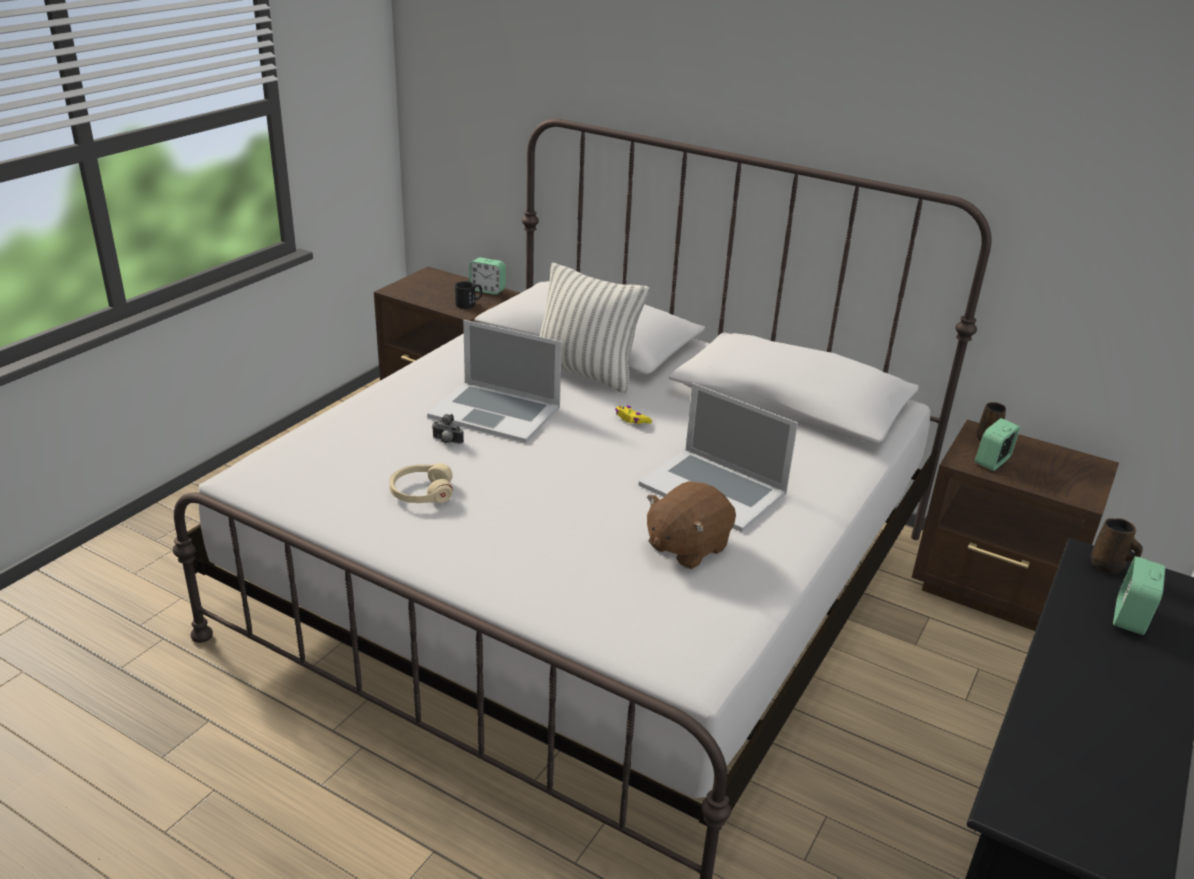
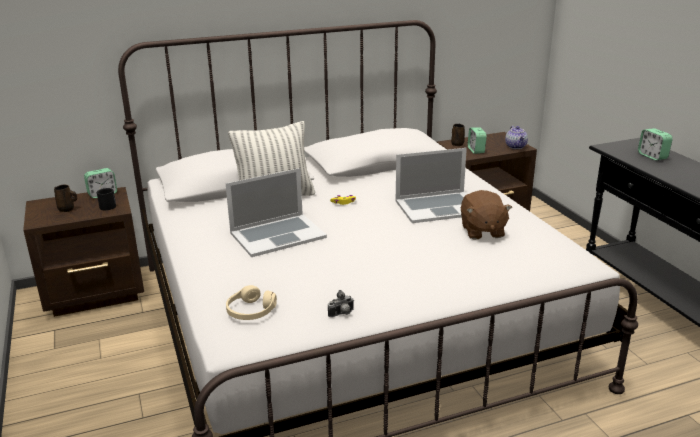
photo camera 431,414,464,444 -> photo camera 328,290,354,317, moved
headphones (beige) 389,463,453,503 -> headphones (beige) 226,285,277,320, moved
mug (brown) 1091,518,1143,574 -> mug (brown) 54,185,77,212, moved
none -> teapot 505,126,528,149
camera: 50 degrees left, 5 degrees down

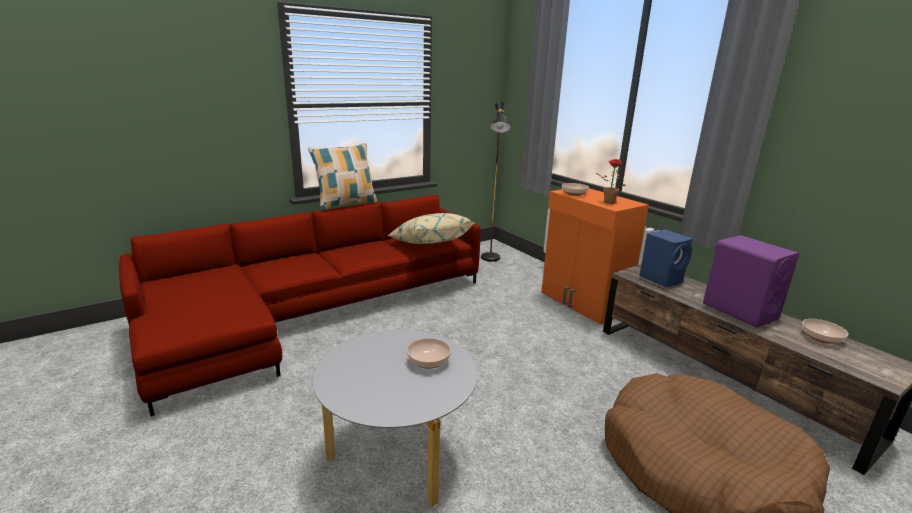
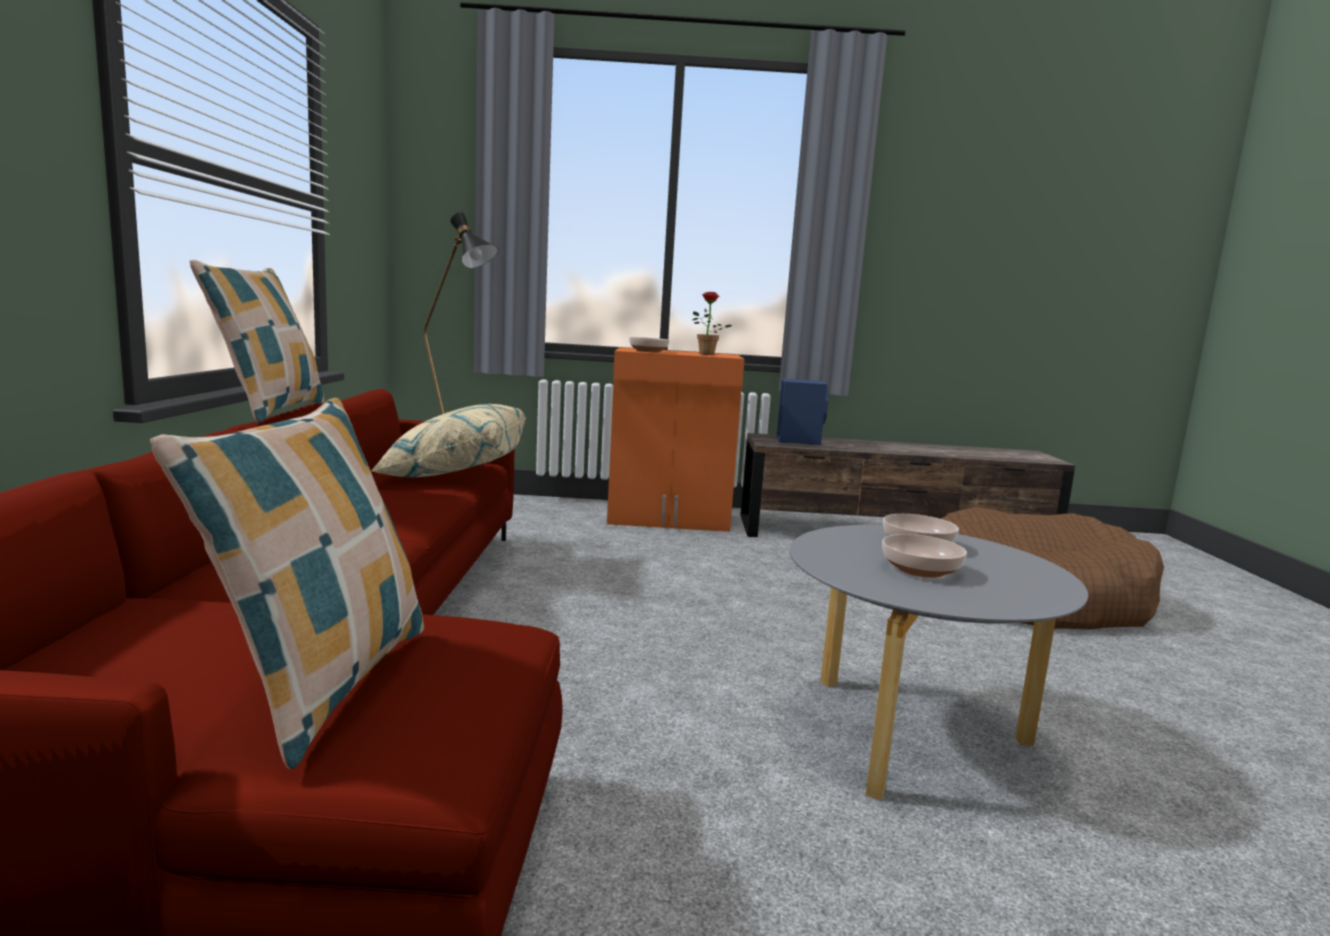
speaker (purple) 703,235,799,328 -> none
bowl 802,319,848,344 -> bowl 882,534,967,578, moved
none -> pillow 150,398,424,769
camera: 55 degrees left, 10 degrees down

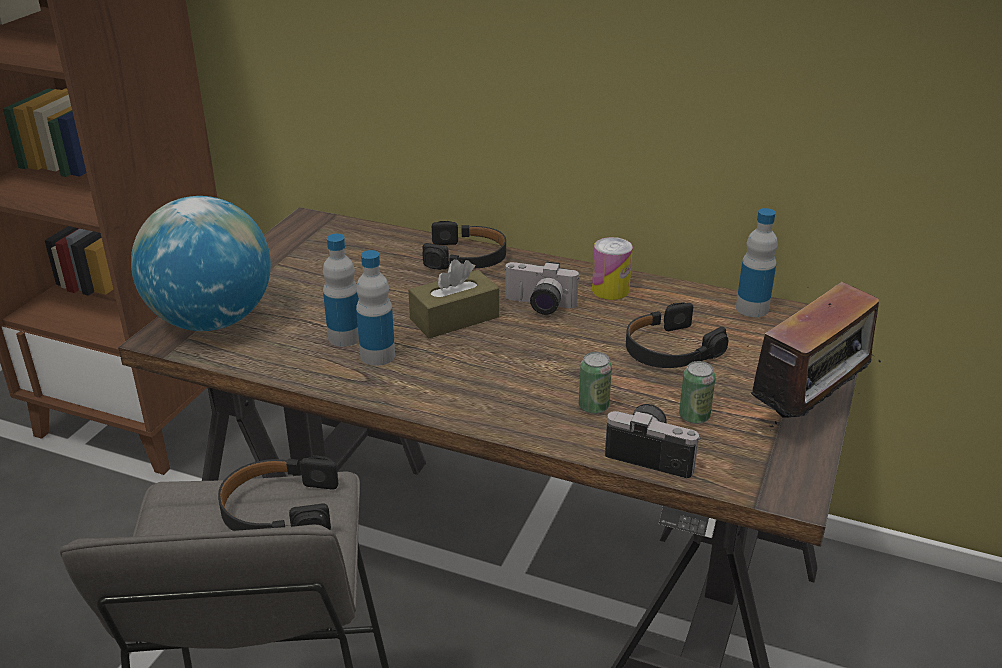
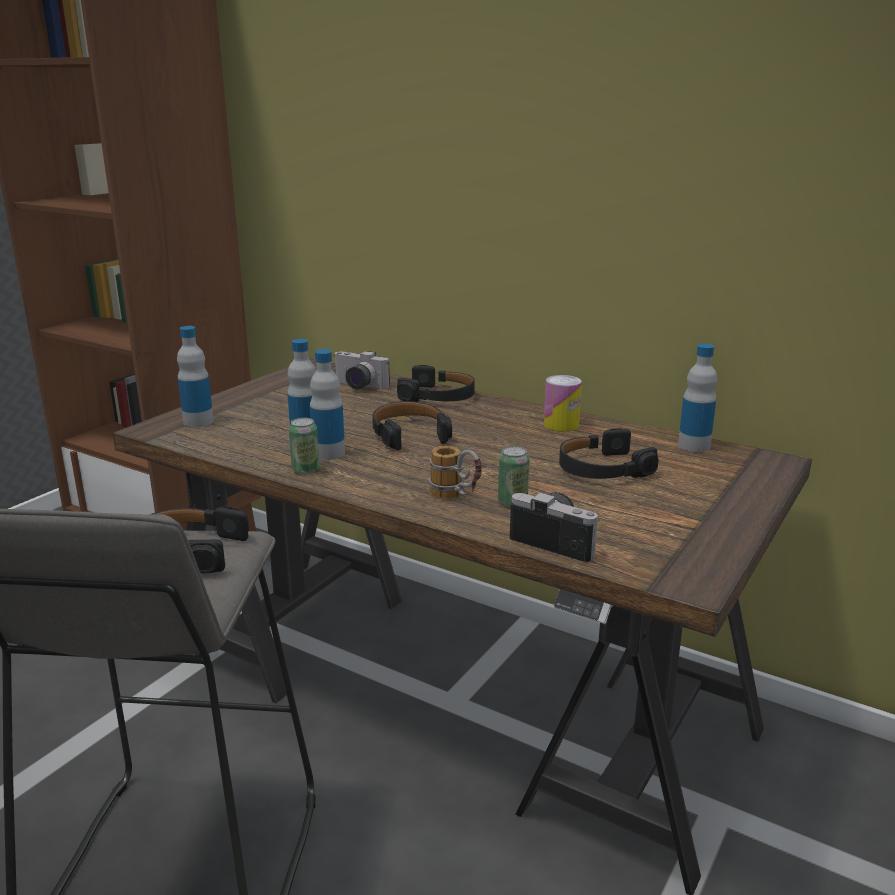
globe 131,196,271,331 -> bottle 177,326,214,427
tissue box (brown) 408,259,499,338 -> headphones (black) 372,401,452,450
photo camera 504,261,579,315 -> photo camera 333,351,390,390, moved
radio 747,282,881,431 -> none
can 679,361,716,424 -> can 289,418,319,474, moved
none -> mug 429,446,482,500
camera: 10 degrees right, 10 degrees down

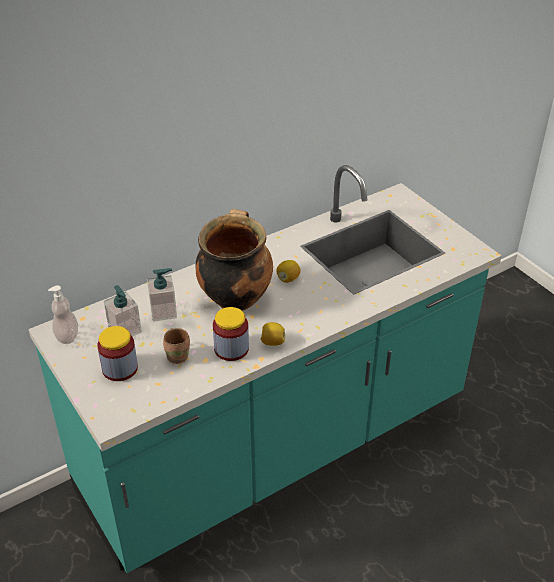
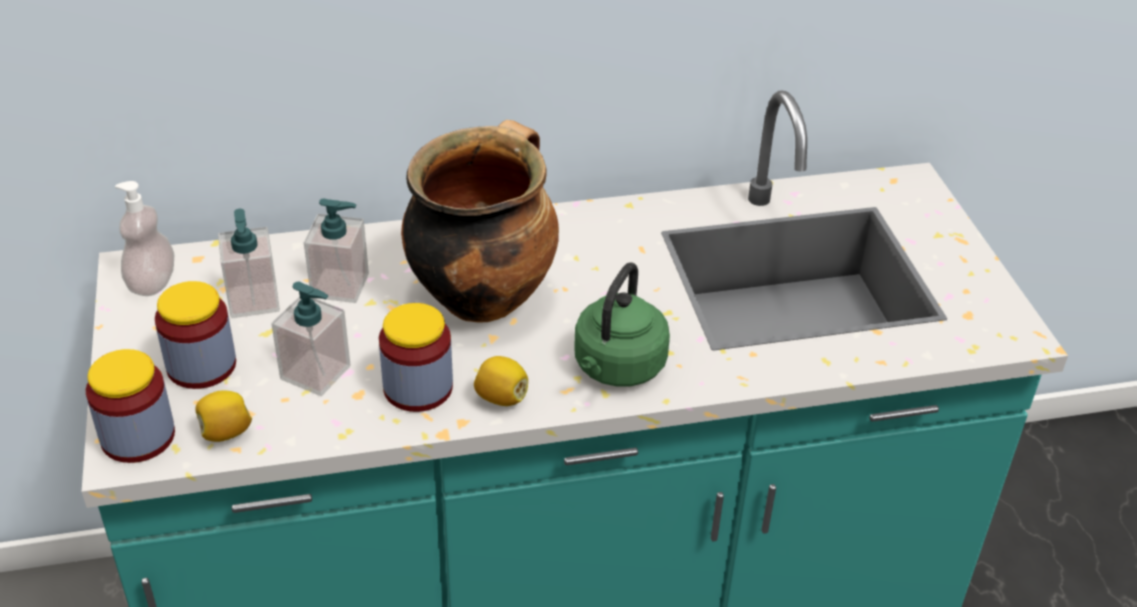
lemon 276,260,301,283 -> lemon 195,390,252,442, moved
mug (brown) 163,328,190,364 -> soap dispenser 271,282,350,396
none -> kettle (green) 574,262,670,387
none -> jar 86,349,175,463
camera: 20 degrees right, 0 degrees up

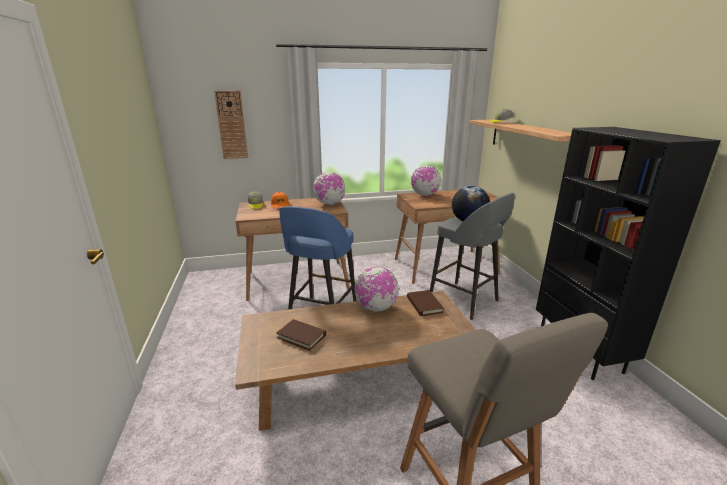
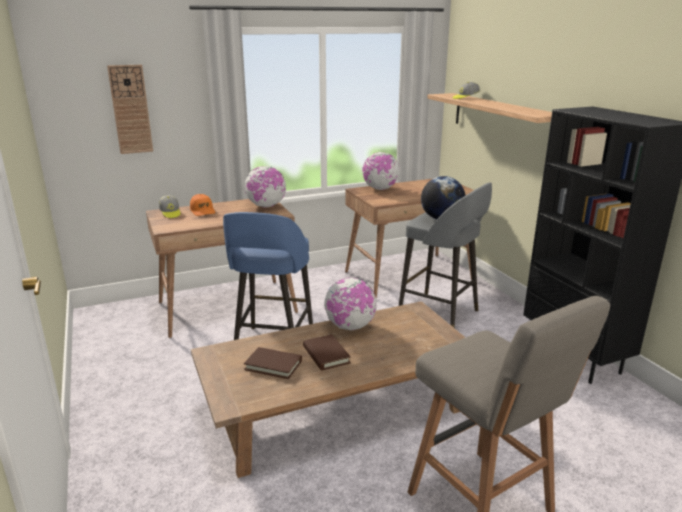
book (brown) 407,290,444,316 -> book (brown) 303,334,351,370, moved
camera: 10 degrees left, 0 degrees up

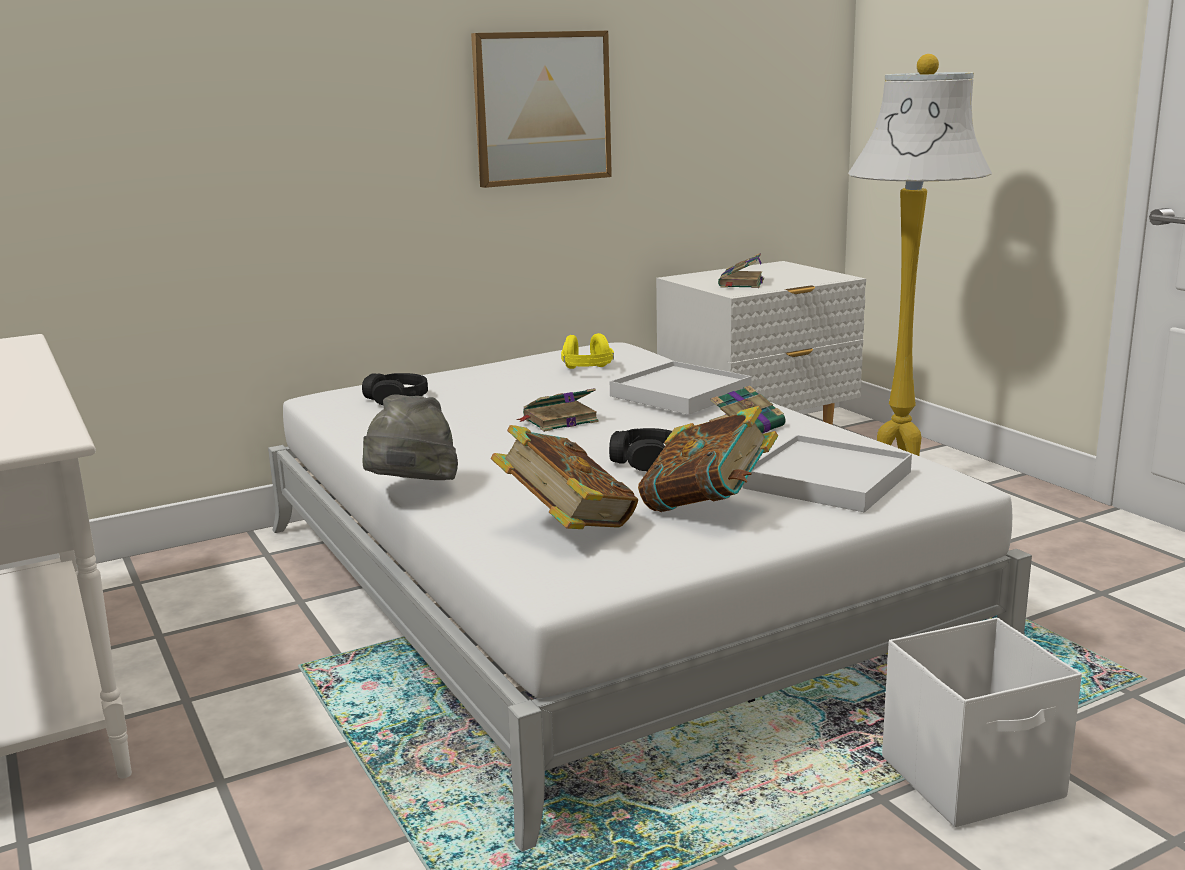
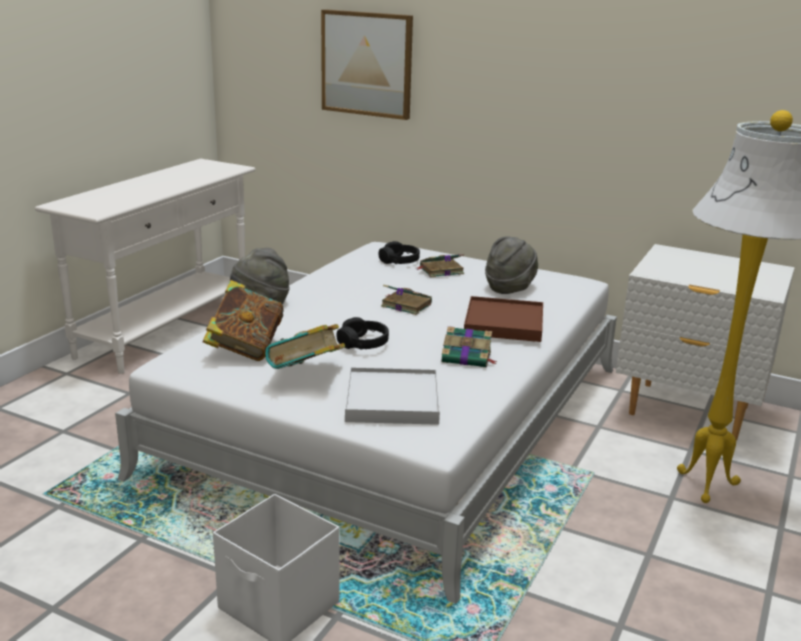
picture 471,31,612,188 -> picture 321,9,413,120, moved
book 718,253,764,288 -> book 417,254,464,277, moved
headphones (yellow) 561,333,614,369 -> hat (grey) 485,236,538,294
tray (white) 610,361,751,415 -> tray (brown) 464,296,543,342
camera: 55 degrees right, 5 degrees up

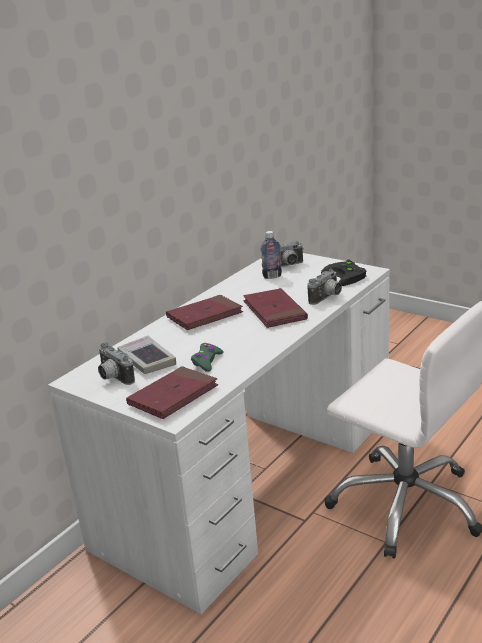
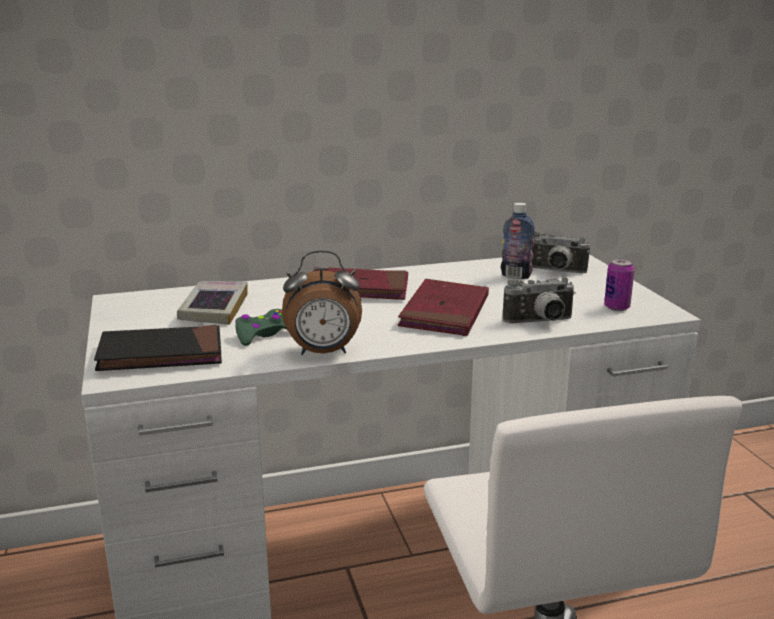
game controller (black) 321,260,367,286 -> can 604,258,635,311
photo camera 98,342,135,385 -> none
book (red) 126,366,218,419 -> book (black) 94,325,222,371
none -> alarm clock 282,250,362,355
camera: 35 degrees right, 5 degrees down

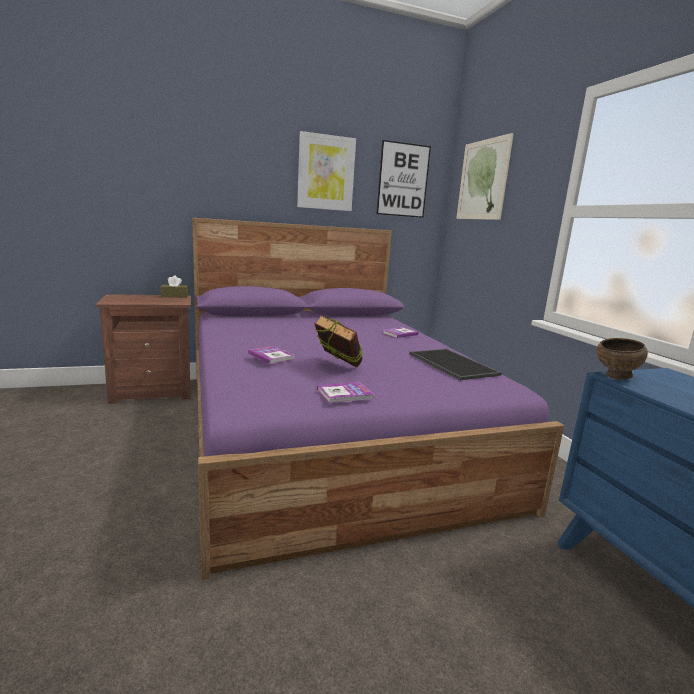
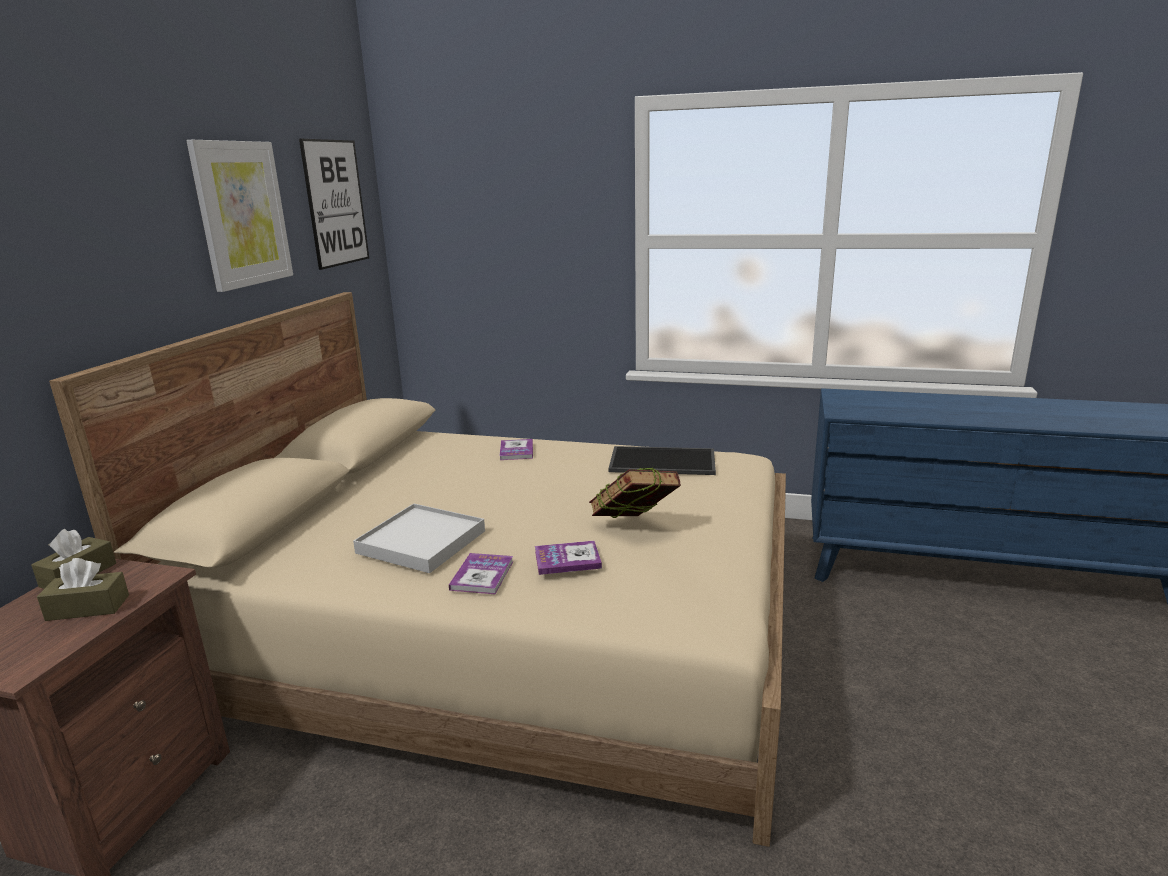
picture 456,133,514,220 -> none
bed (purple) 192,218,564,580 -> bed (beige) 49,292,786,847
bowl (brown) 596,338,648,380 -> none
book 317,382,374,403 -> book 449,553,513,594, moved
none -> tray (white) 353,503,485,573
none -> tissue box (brown) 37,558,129,621
camera: 55 degrees left, 5 degrees up

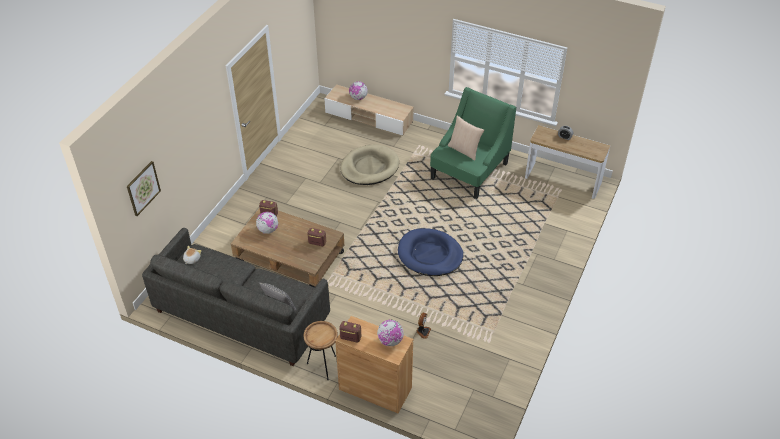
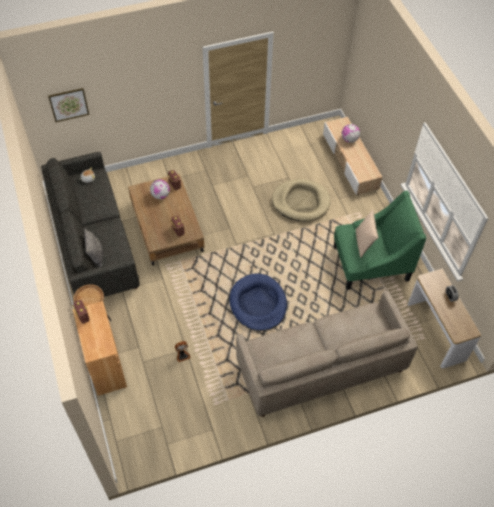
globe 377,320,404,346 -> none
none -> sofa (beige) 236,290,418,417
camera: 45 degrees right, 10 degrees up

